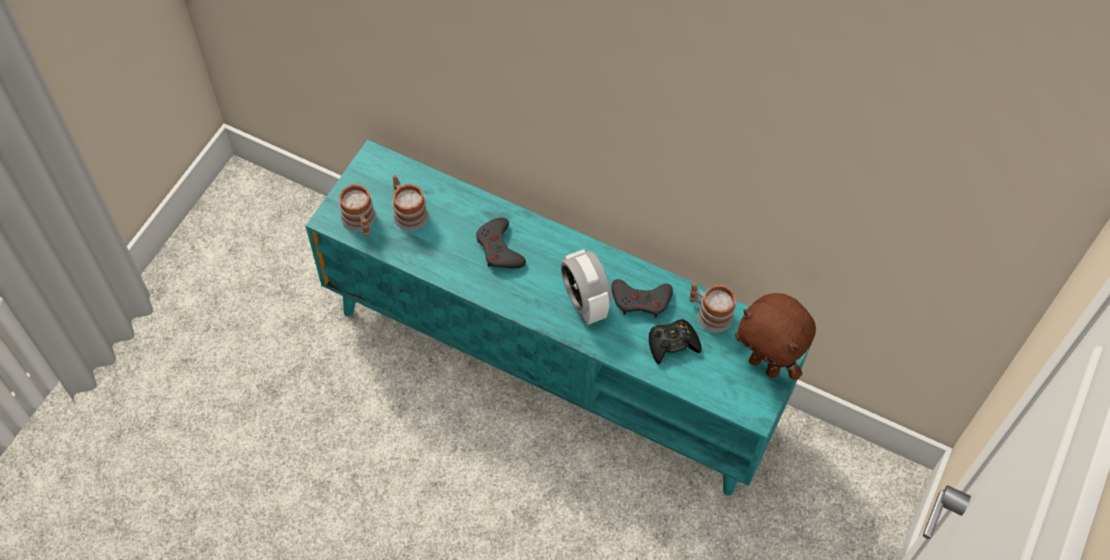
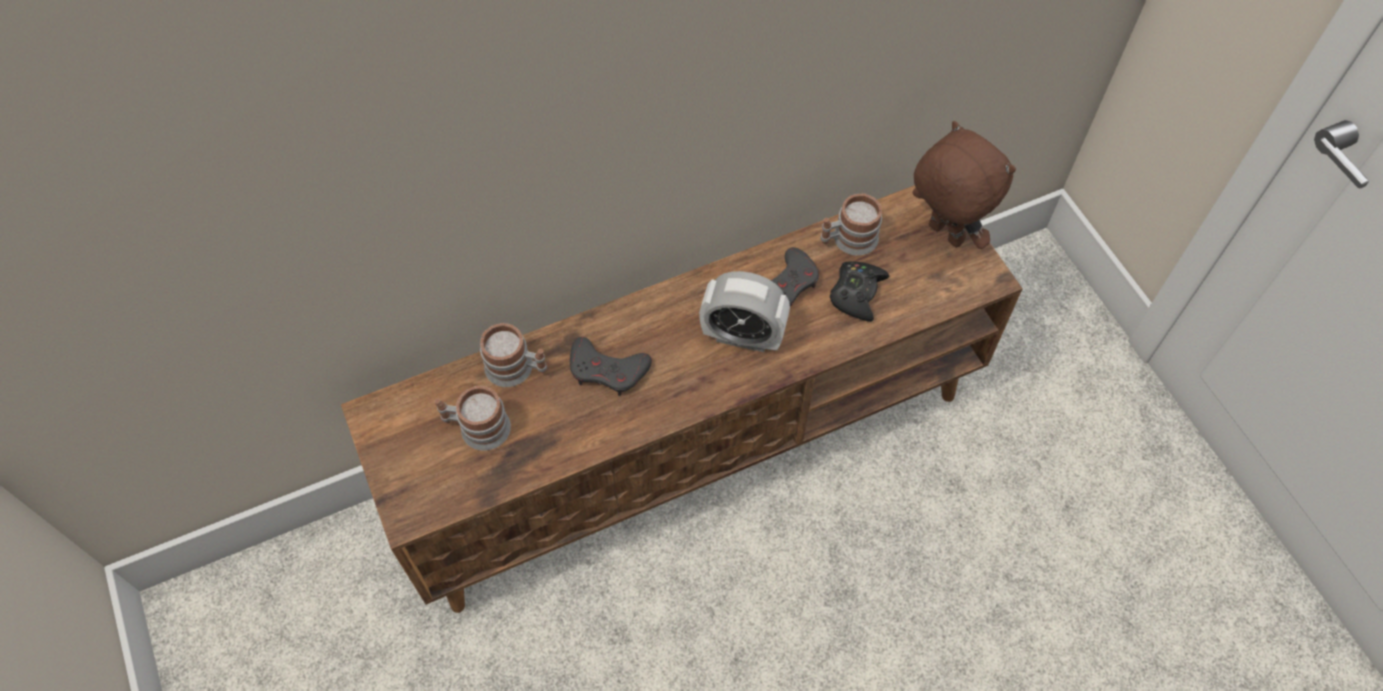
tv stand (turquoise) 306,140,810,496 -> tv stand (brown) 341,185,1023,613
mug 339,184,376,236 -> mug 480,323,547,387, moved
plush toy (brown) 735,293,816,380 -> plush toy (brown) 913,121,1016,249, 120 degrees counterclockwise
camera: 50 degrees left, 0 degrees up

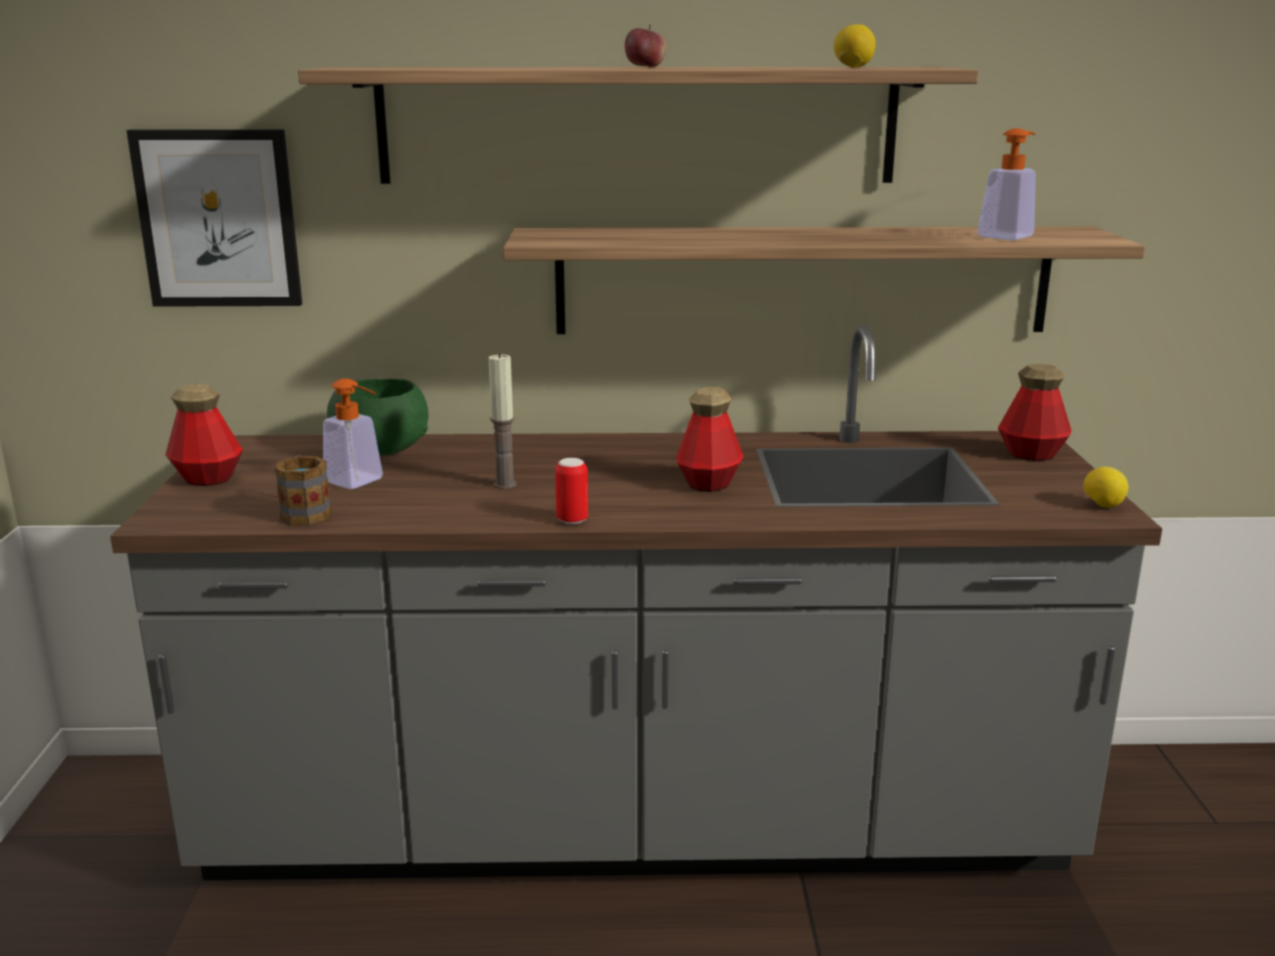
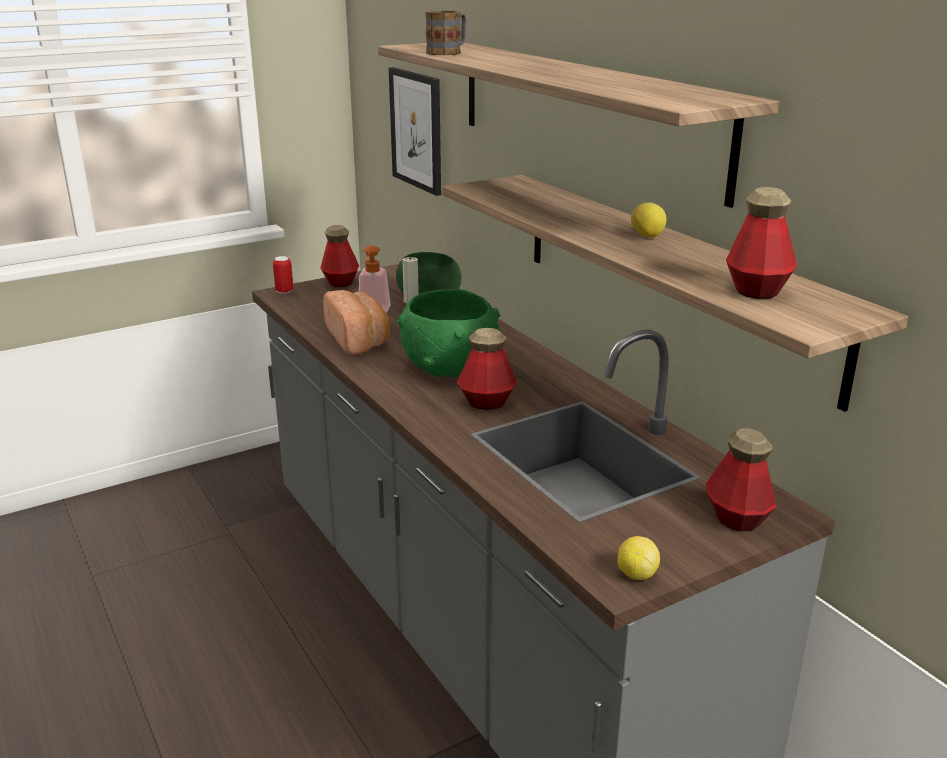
lemon 834,24,876,68 -> lemon 631,202,667,238, moved
apple 625,25,666,67 -> none
soap dispenser 977,128,1036,240 -> bottle 726,187,797,299
mug 274,455,332,525 -> mug 425,10,466,55, moved
can 555,458,588,525 -> can 273,256,293,294, moved
none -> bowl (green) 397,289,500,377
none -> bread 323,290,390,355
camera: 60 degrees right, 5 degrees up

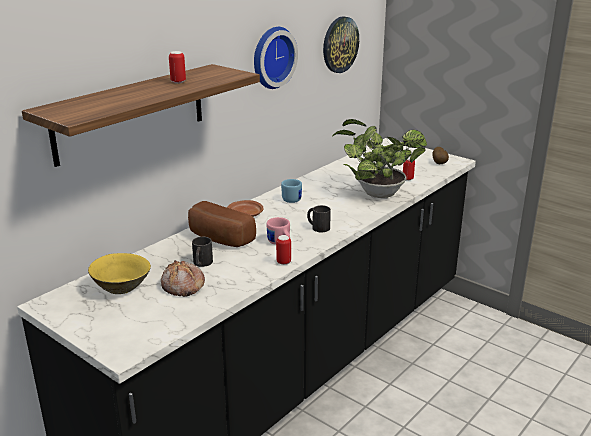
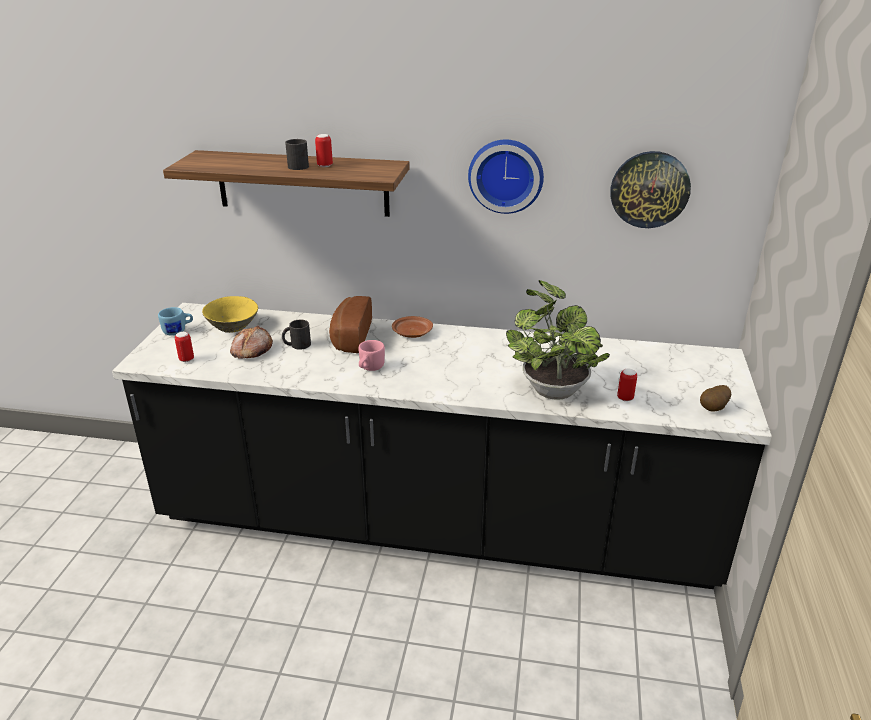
mug (blue) 281,179,302,203 -> mug (blue) 158,307,193,336, moved
mug (black) 307,205,331,232 -> mug (black) 285,139,309,170, moved
can 276,235,291,265 -> can 175,332,194,362, moved
camera: 60 degrees right, 5 degrees up

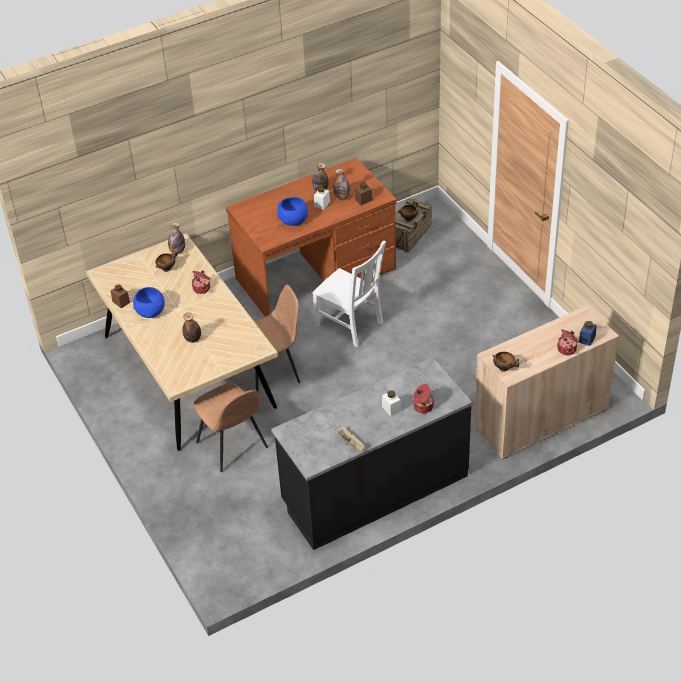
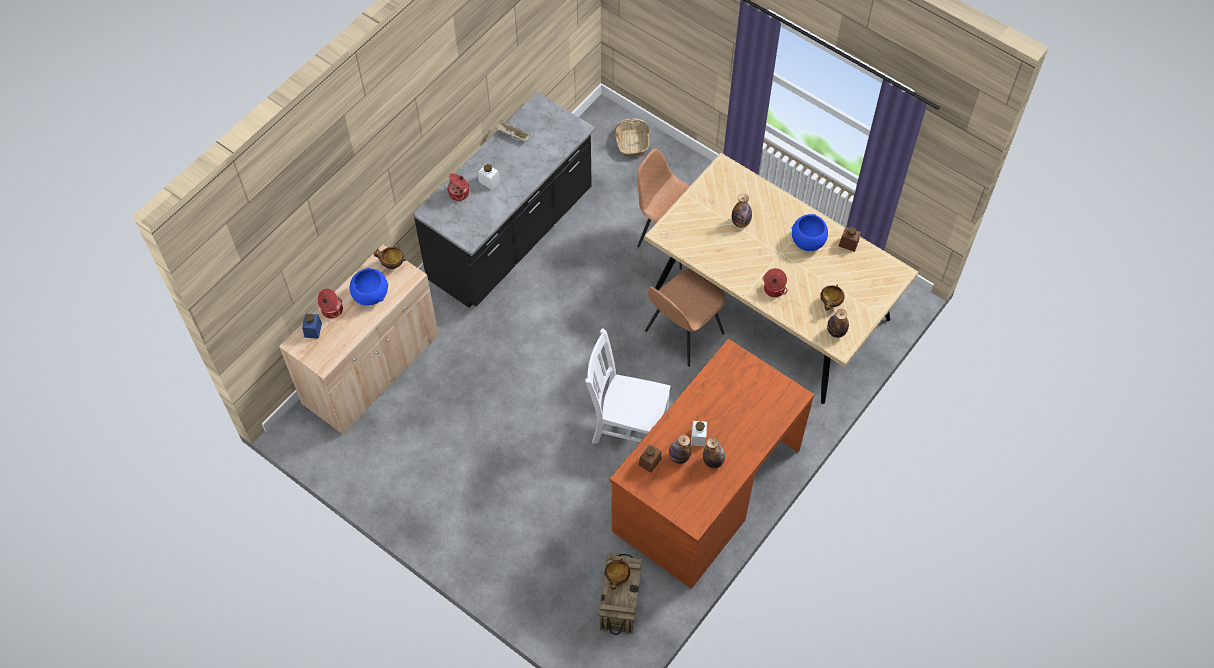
bowl (blue) 277,197,308,226 -> bowl (blue) 350,268,389,306, moved
none -> basket 614,119,650,156
camera: 155 degrees right, 15 degrees up

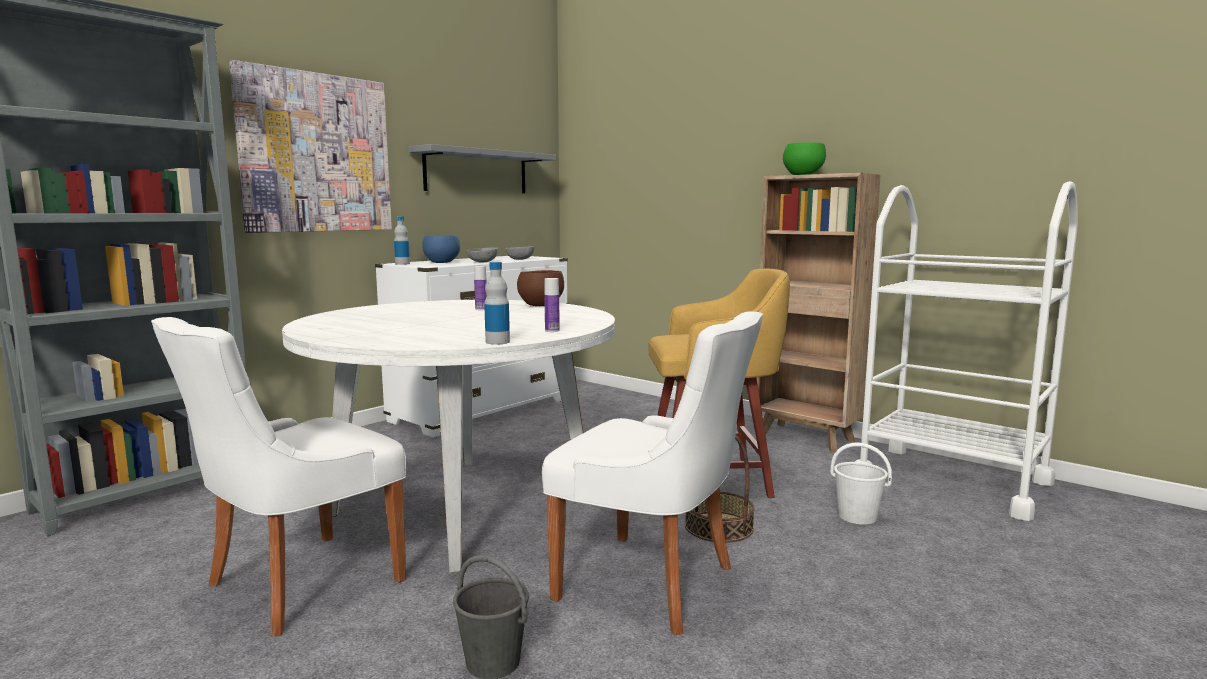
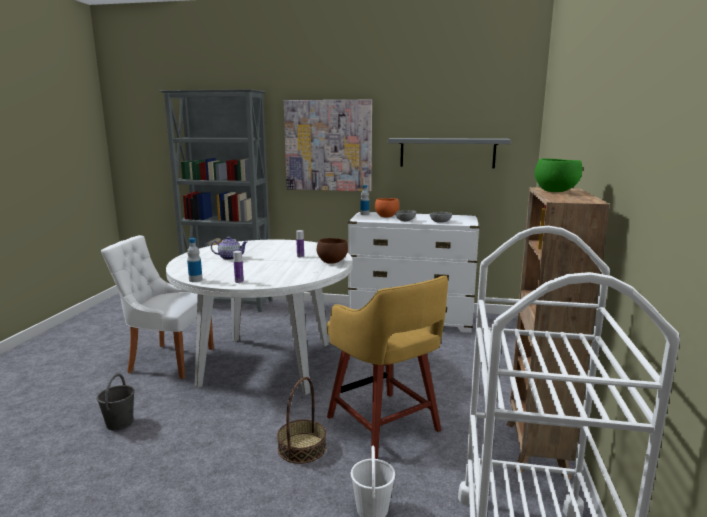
bowl (blue) 422,235,460,263 -> bowl (orange) 375,198,399,218
chair (white) 542,311,763,635 -> none
none -> teapot 211,236,247,260
camera: 60 degrees right, 5 degrees up

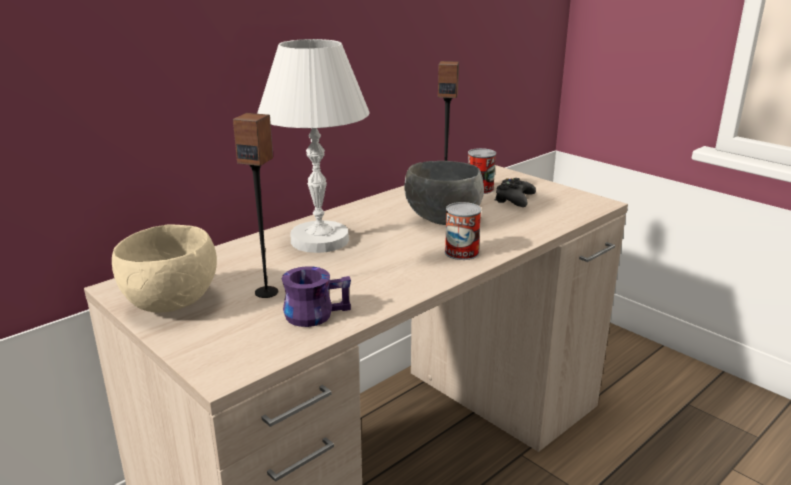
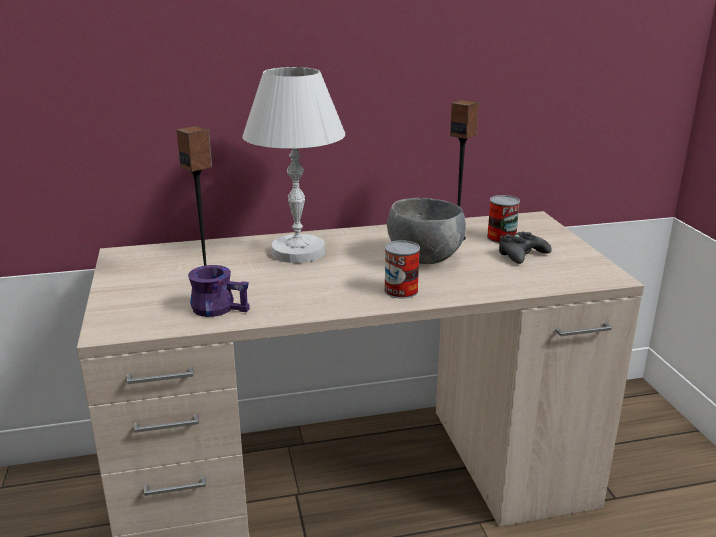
bowl (beige) 112,224,217,313 -> none
camera: 30 degrees right, 0 degrees up

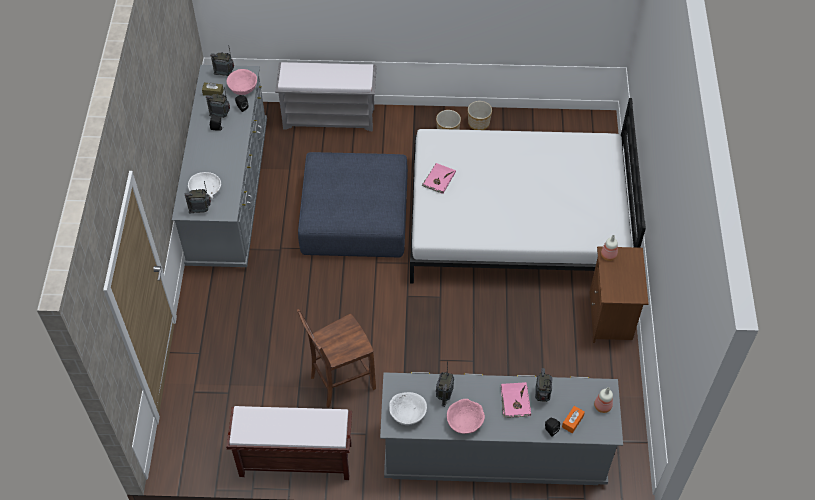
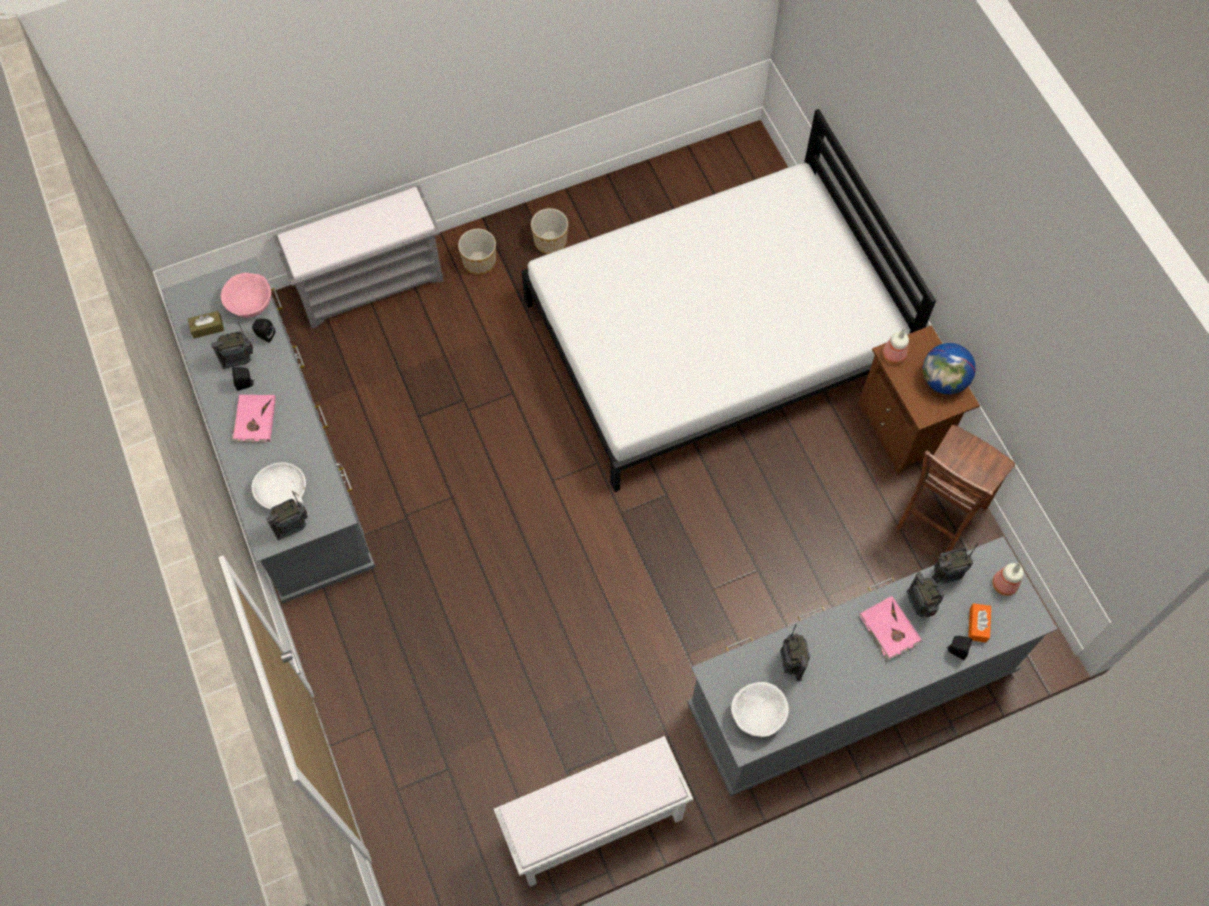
radio 210,45,234,76 -> radio 932,543,978,583, moved
planter 468,101,492,130 -> planter 458,229,496,275, moved
ottoman (blue) 298,152,408,257 -> none
book (pink) 422,163,456,194 -> book (pink) 231,395,276,443, moved
chair (brown) 297,309,376,408 -> chair (brown) 897,425,1015,552, moved
bowl (pink) 447,399,485,434 -> none
bench (brown) 226,406,352,480 -> bench (white) 494,736,693,887
none -> globe 923,343,976,394
camera: 25 degrees left, 10 degrees up

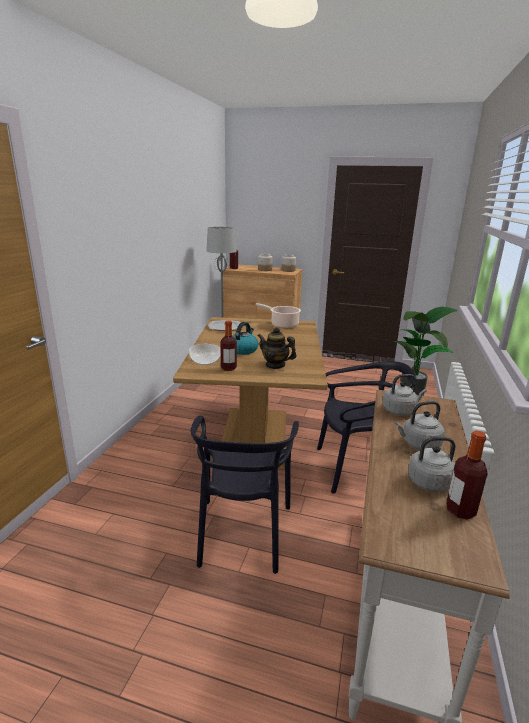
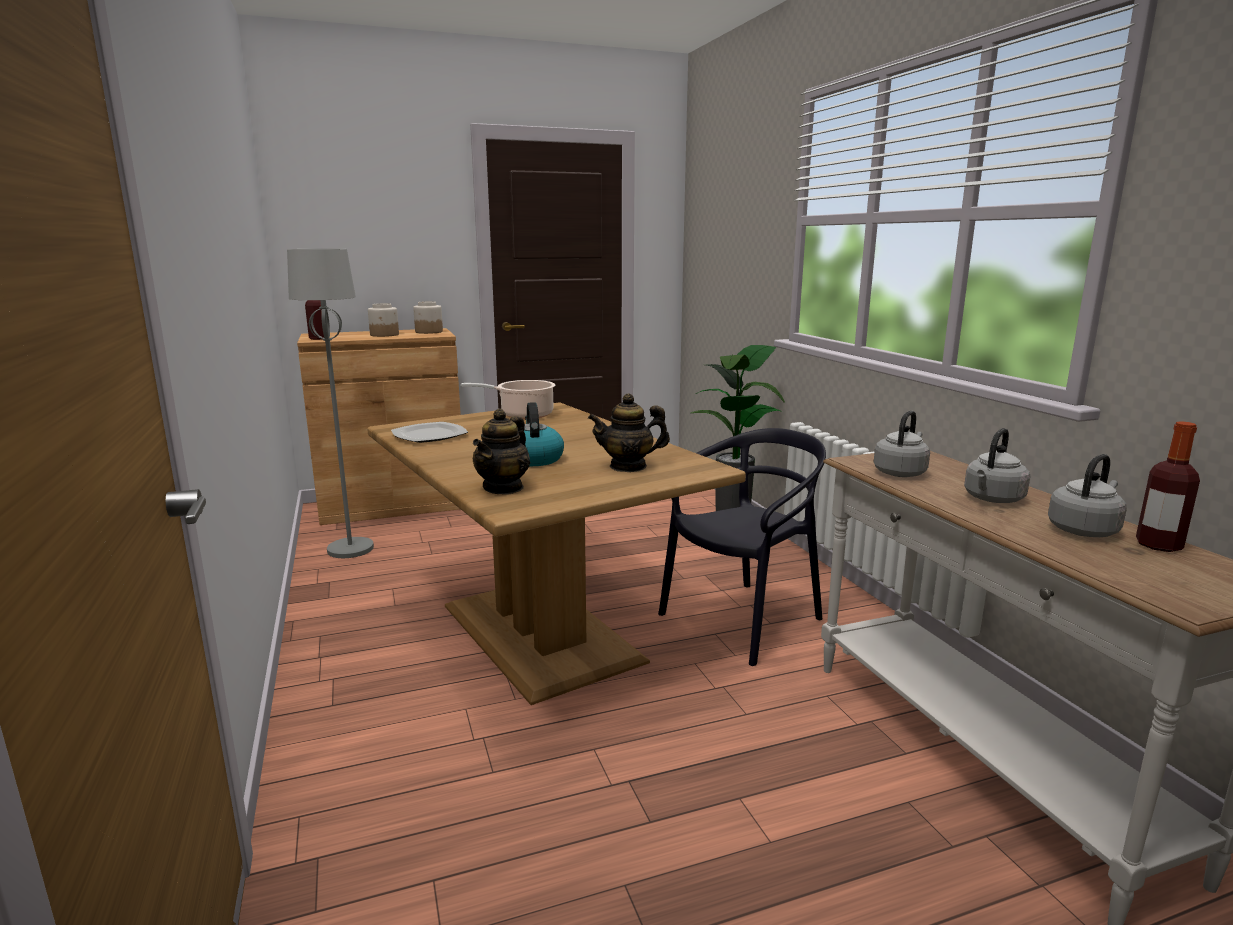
bottle 220,321,237,371 -> none
bowl 189,344,221,365 -> teapot 473,408,530,494
chair (black) 190,415,299,574 -> none
camera: 35 degrees left, 5 degrees down

